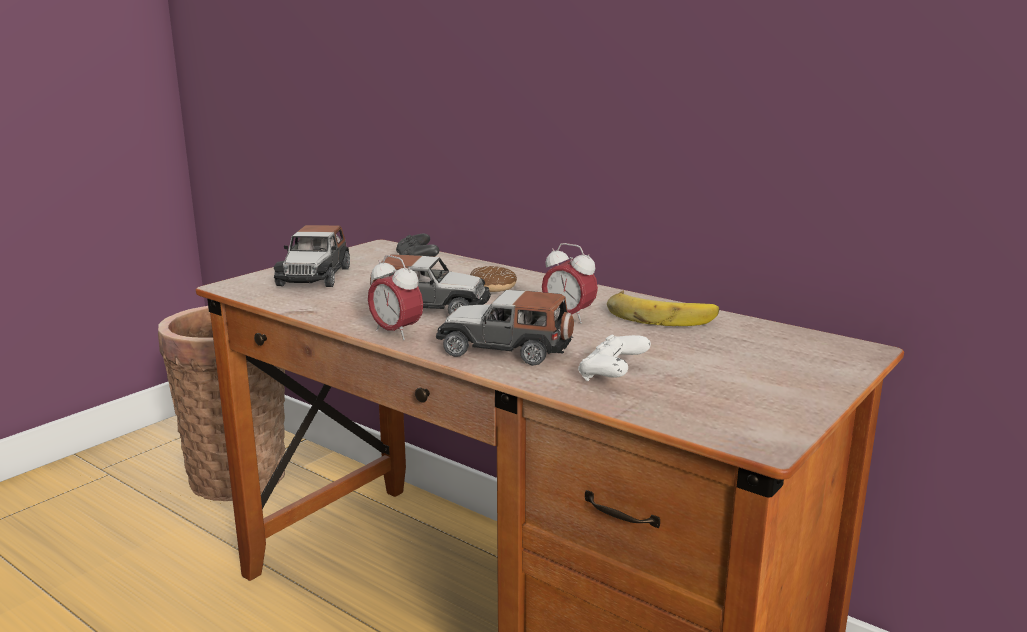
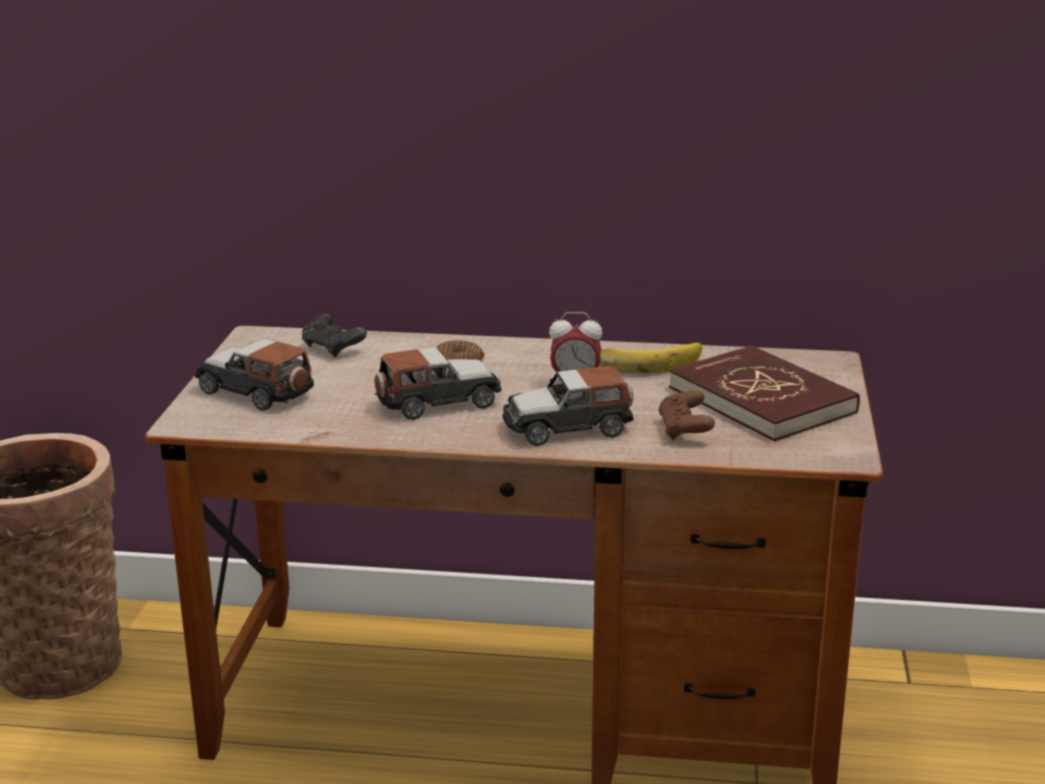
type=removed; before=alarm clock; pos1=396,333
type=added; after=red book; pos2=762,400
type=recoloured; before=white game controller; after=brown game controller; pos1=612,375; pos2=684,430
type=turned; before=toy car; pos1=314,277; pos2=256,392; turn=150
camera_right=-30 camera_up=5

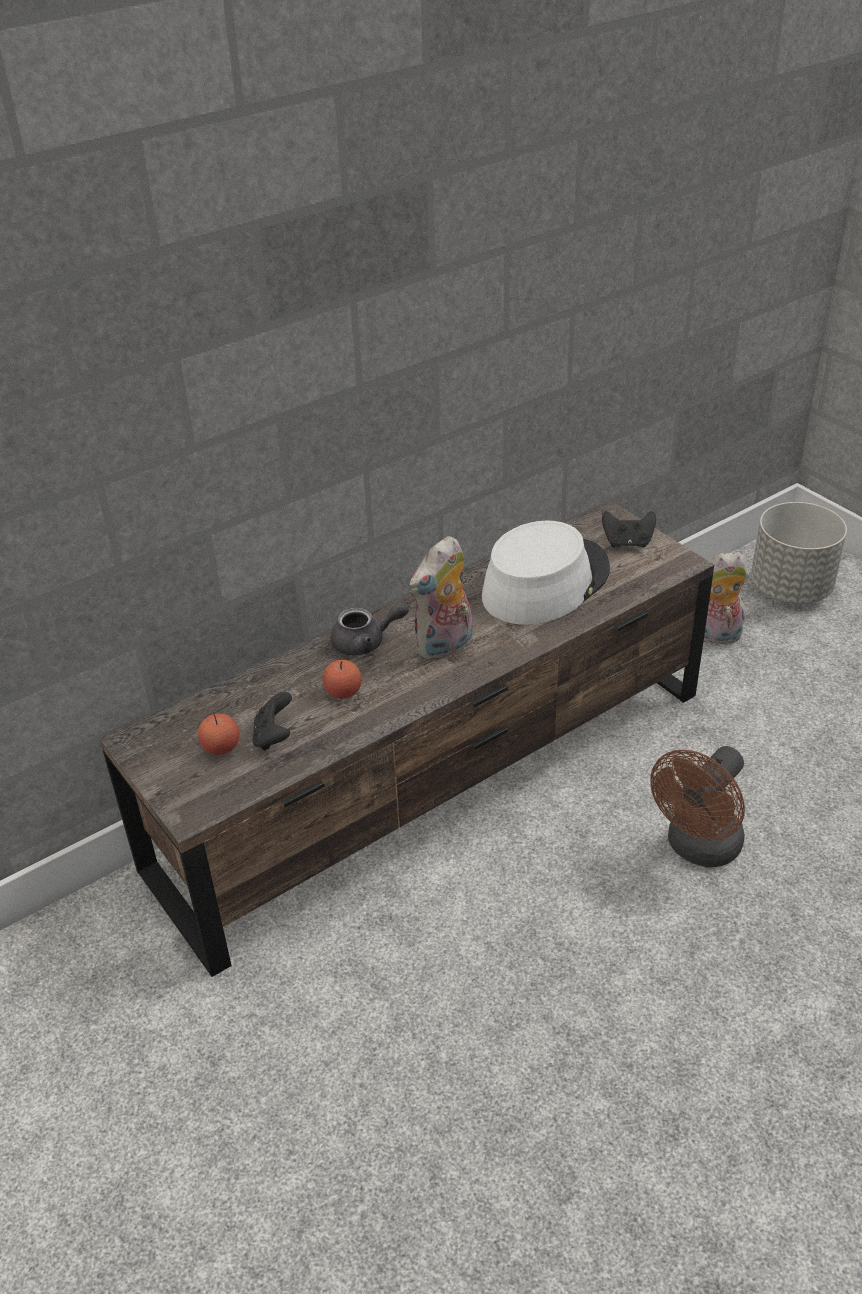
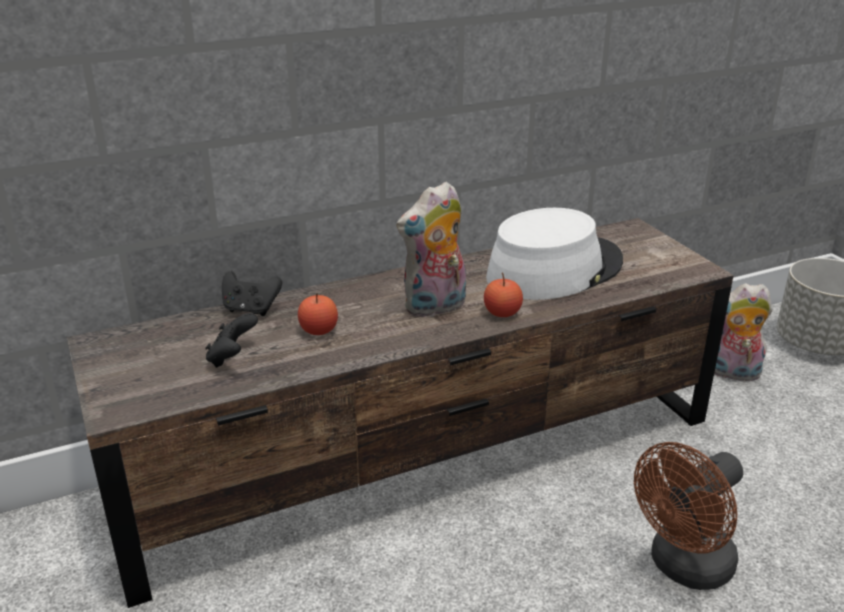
type=removed; before=grey teapot; pos1=366,642
type=moved; before=apple; pos1=221,747; pos2=502,313
type=moved; before=black game controller; pos1=627,543; pos2=251,309
camera_right=10 camera_up=-10

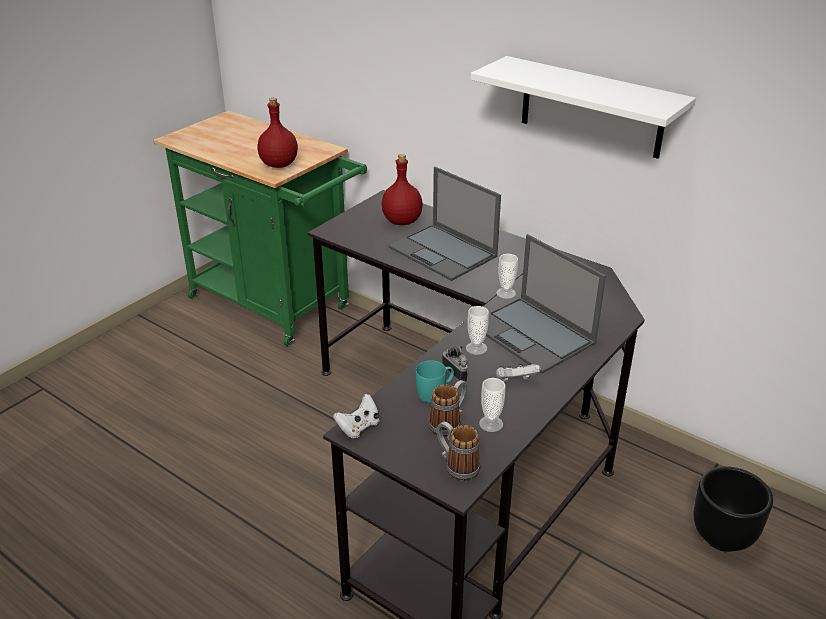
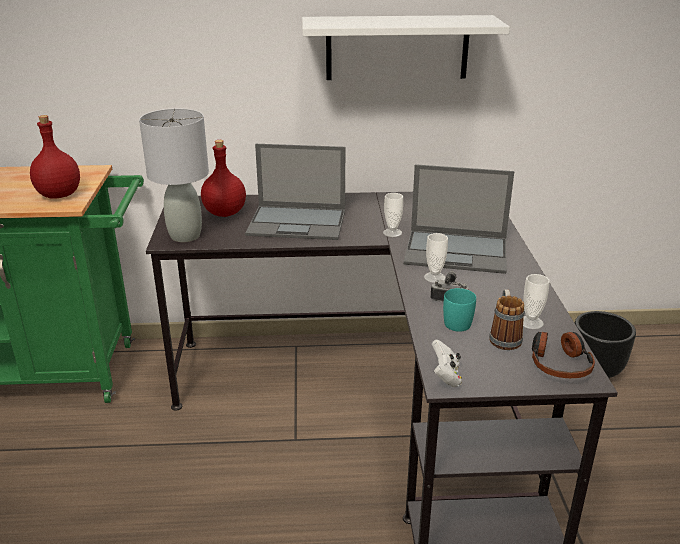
type=removed; before=white game controller; pos1=515,382
type=added; after=grey table lamp; pos2=184,236
type=replaced; before=mug; after=headphones; pos1=456,466; pos2=559,363
camera_right=-40 camera_up=-5

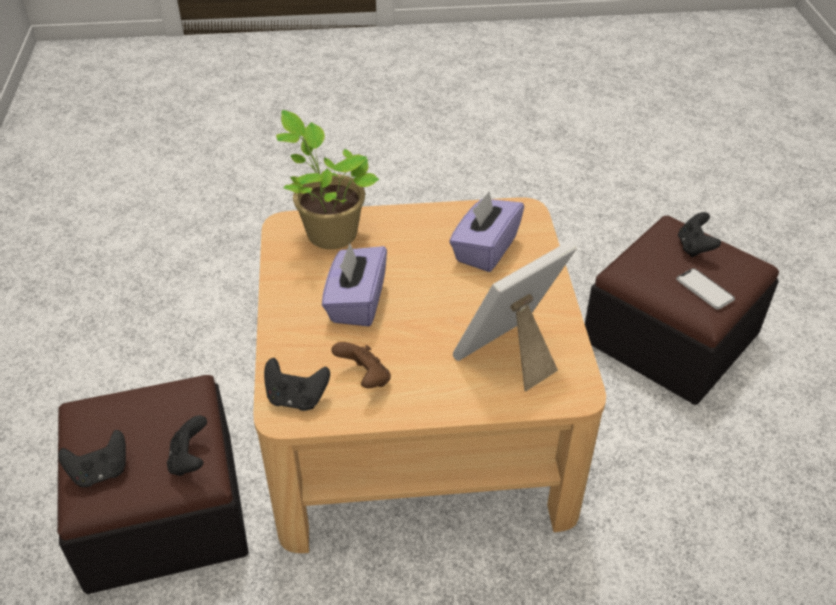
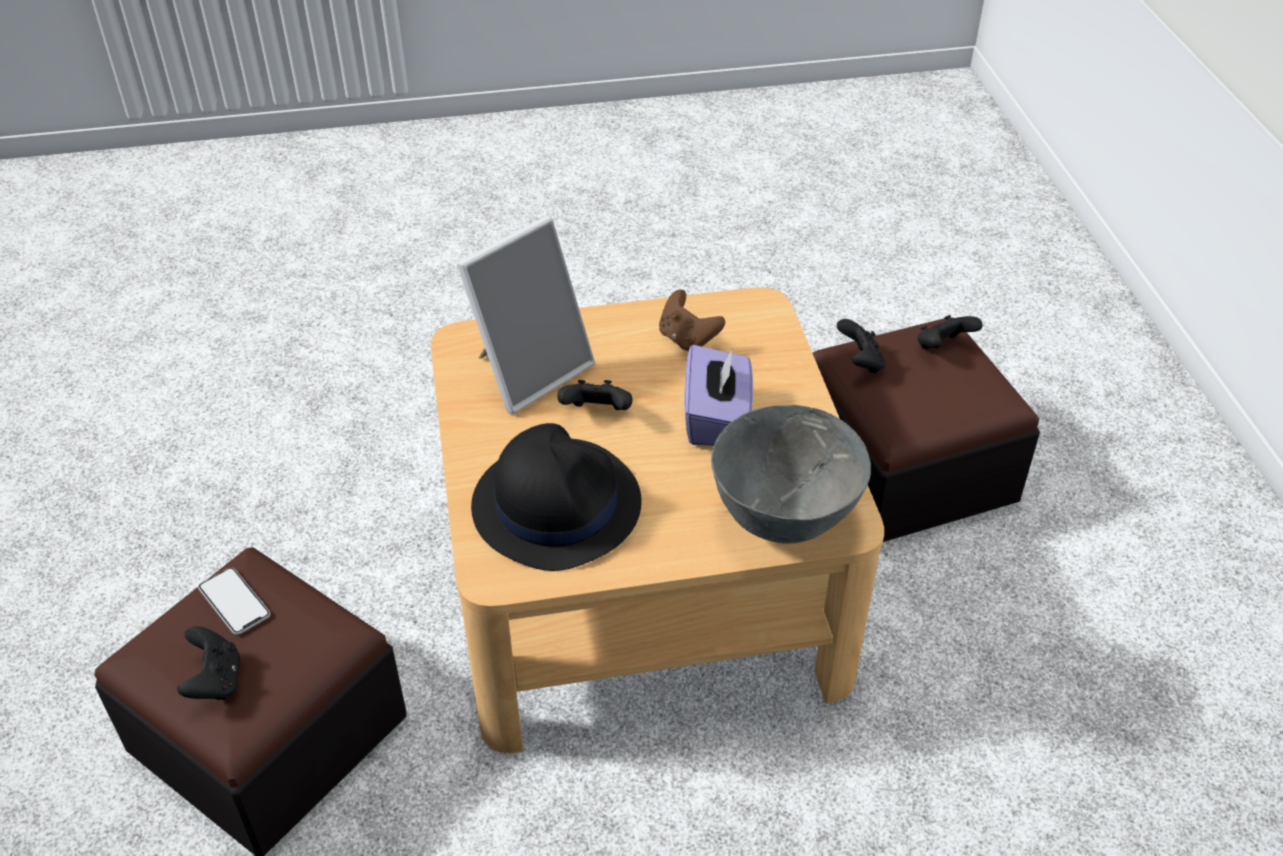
type=moved; before=black game controller; pos1=296,398; pos2=597,413
type=replaced; before=potted plant; after=grey bowl; pos1=329,232; pos2=782,518
type=replaced; before=purple tissue box; after=black hat; pos1=485,249; pos2=556,504
camera_right=175 camera_up=0

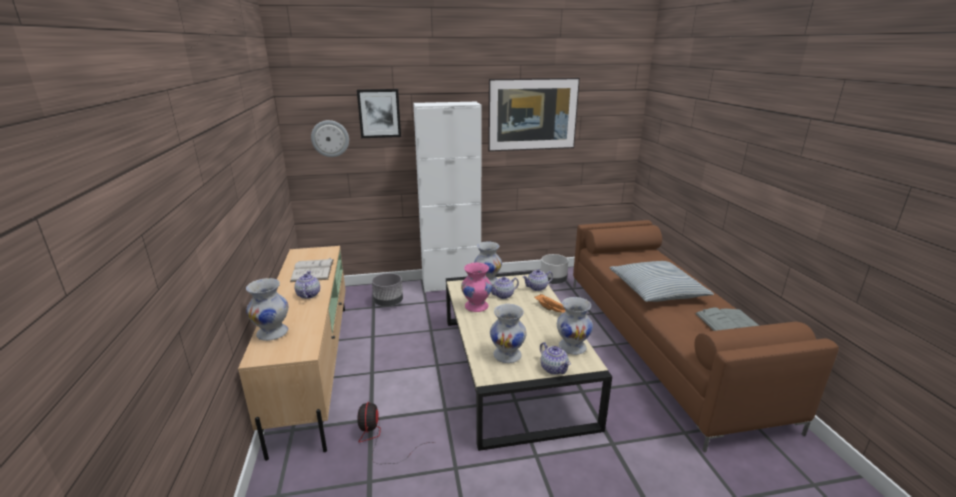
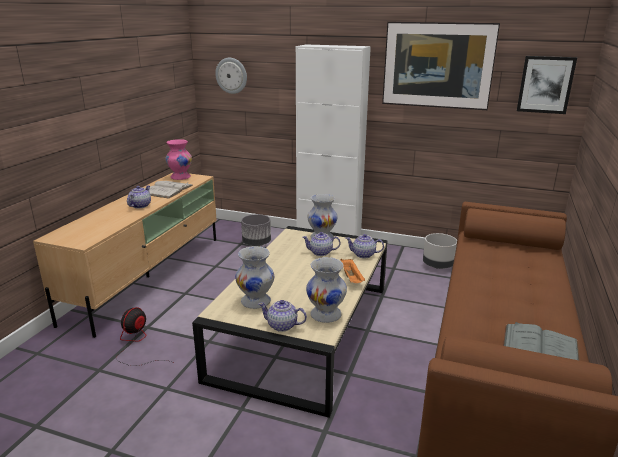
type=removed; before=white vase; pos1=273,333
type=removed; before=pillow; pos1=656,290
type=moved; before=picture; pos1=379,113; pos2=545,84
type=moved; before=pink vase; pos1=477,307; pos2=180,177
type=turned; before=teapot; pos1=553,368; pos2=282,326; turn=105
camera_right=30 camera_up=0

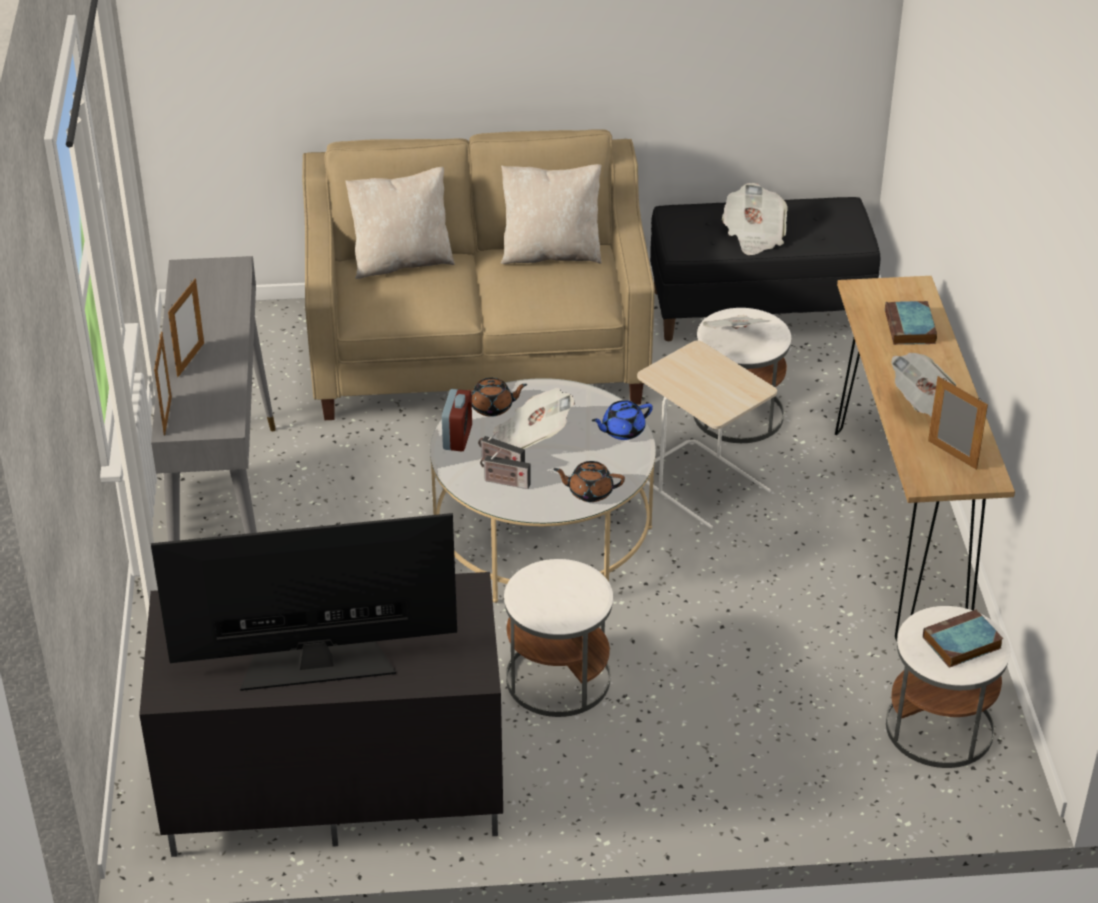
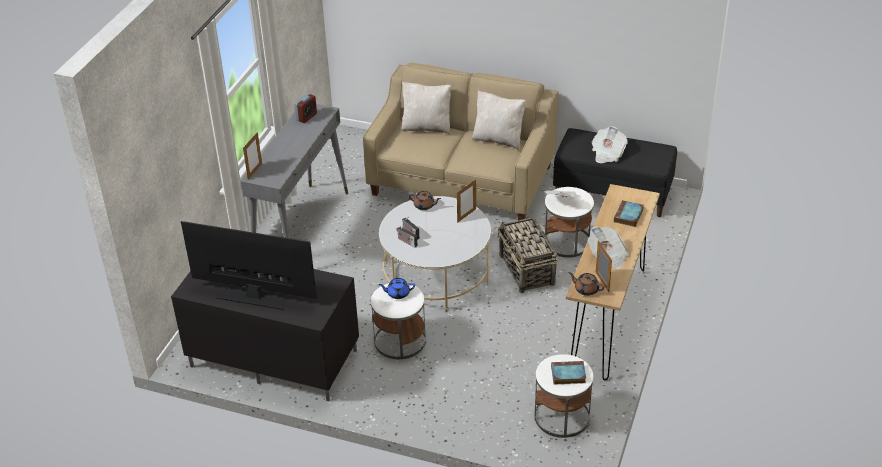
type=removed; before=newspaper; pos1=532,437
type=moved; before=picture frame; pos1=190,359; pos2=466,215
type=moved; before=alarm clock; pos1=457,437; pos2=306,117
type=moved; before=brown teapot; pos1=589,492; pos2=586,289
type=moved; before=blue teapot; pos1=622,431; pos2=397,293
type=replaced; before=beige side table; after=basket; pos1=703,484; pos2=527,270
camera_right=25 camera_up=0

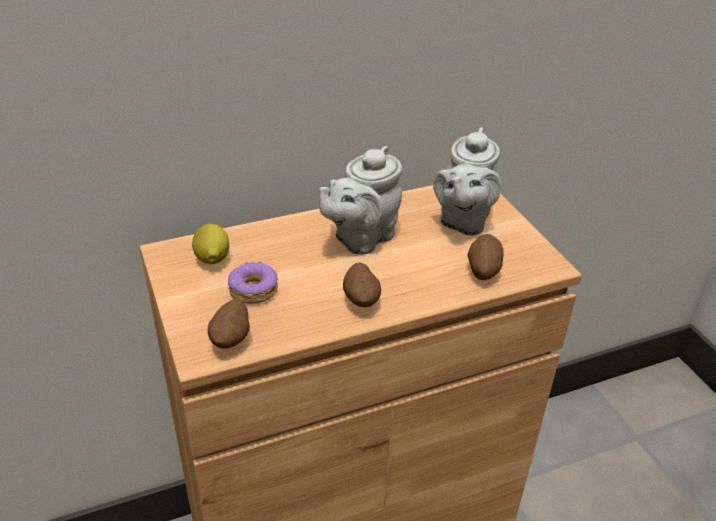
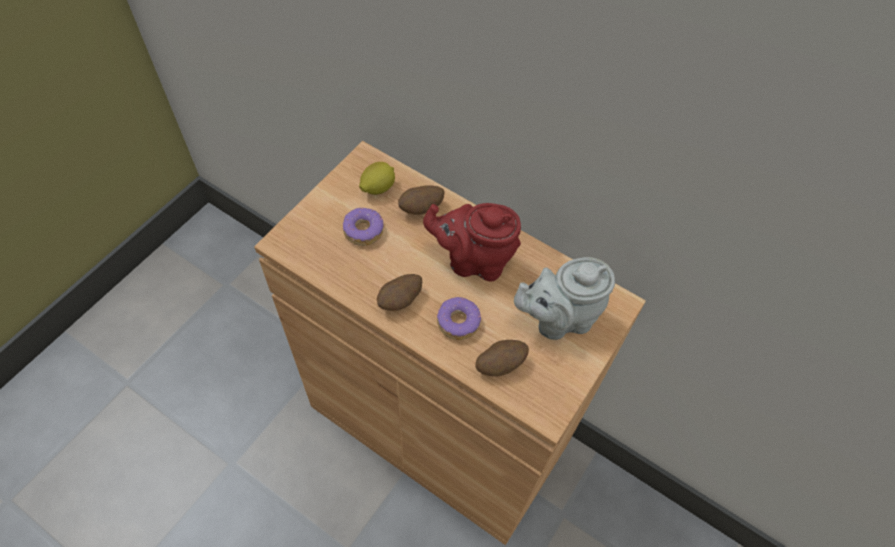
type=added; after=donut; pos2=458,322
type=moved; before=potato; pos1=231,339; pos2=421,209
type=recoloured; before=grey teapot; after=red teapot; pos1=360,238; pos2=473,261
camera_right=55 camera_up=20

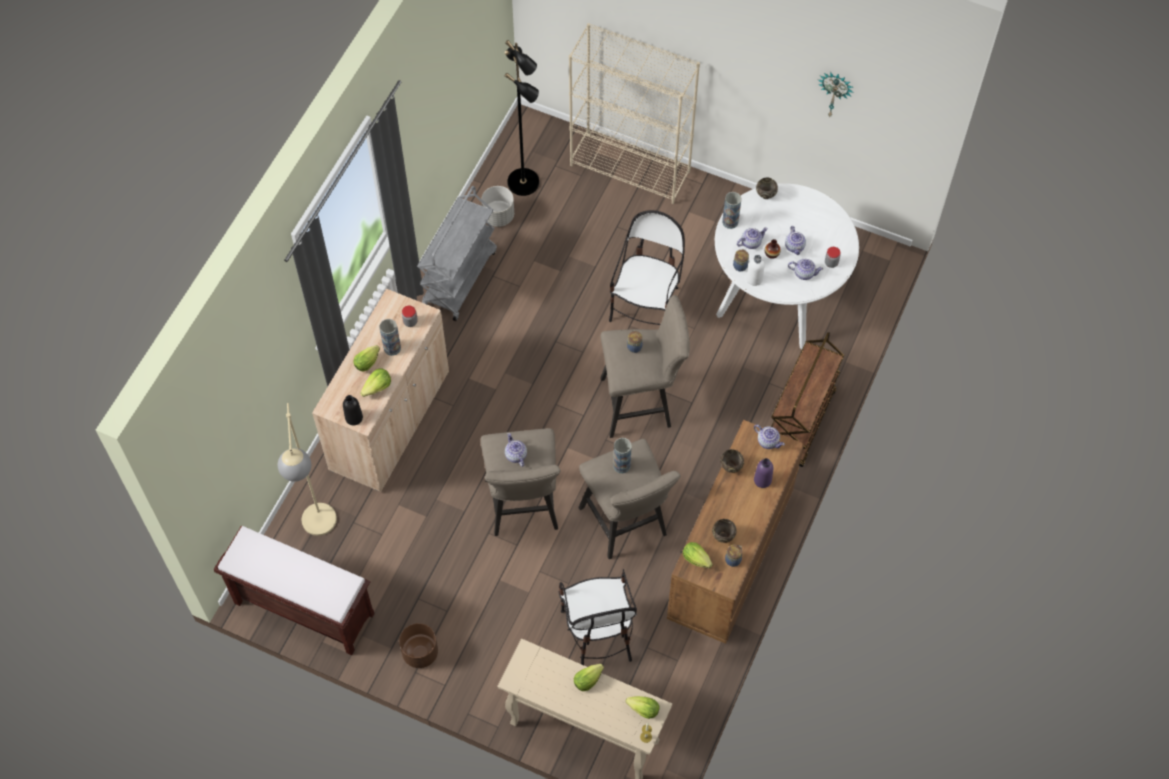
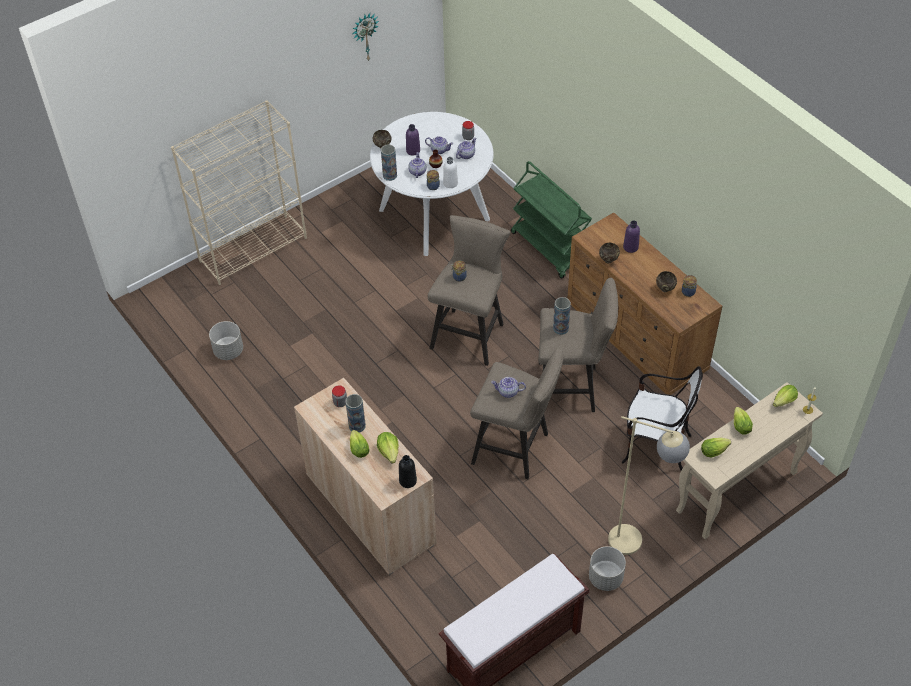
type=removed; before=grey cart; pos1=459,278
type=removed; before=black floor lamp; pos1=524,182
type=removed; before=chair; pos1=646,306
type=removed; before=teapot; pos1=768,441
type=added; after=purple bottle; pos2=413,150
type=moved; before=beige floor lamp; pos1=320,531; pos2=637,543
type=moved; before=lettuce; pos1=698,560; pos2=715,451
type=recoloured; before=brown planter; after=grey planter; pos1=420,652; pos2=605,578
type=recoloured; before=brown cart; after=green cart; pos1=800,423; pos2=550,248
camera_right=-60 camera_up=-10

